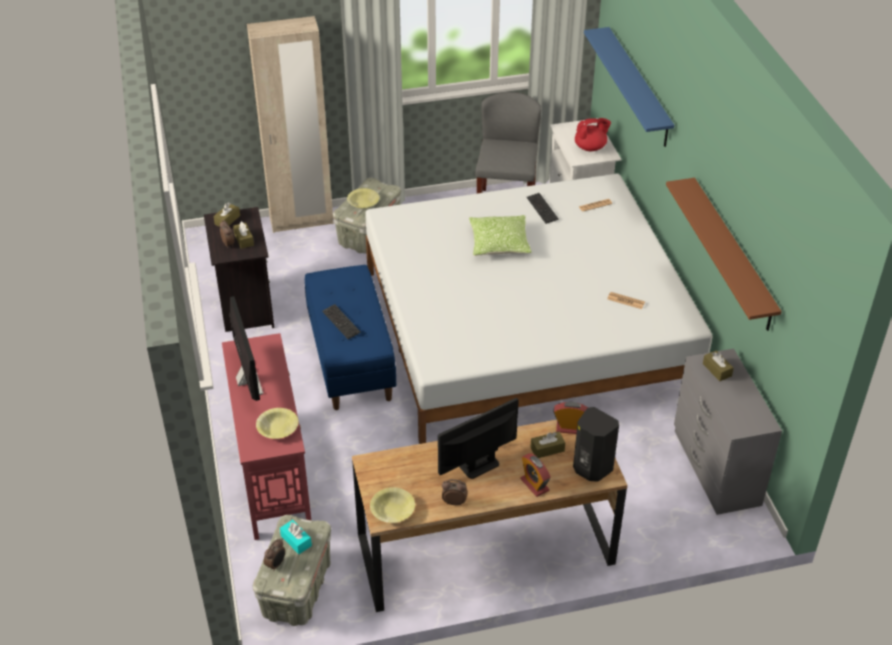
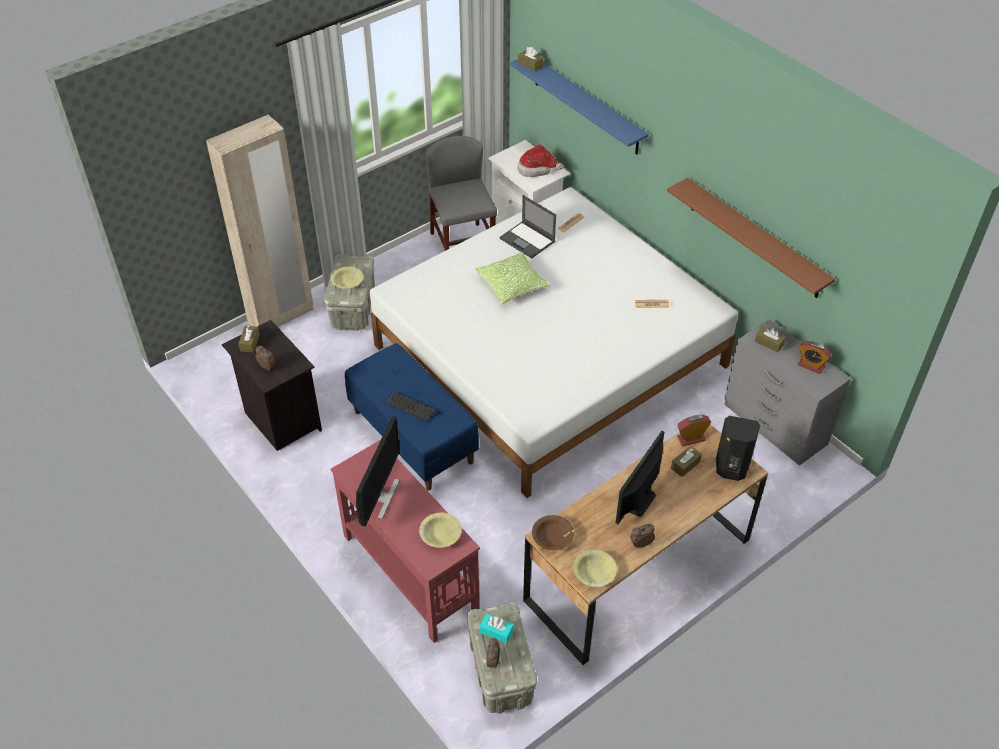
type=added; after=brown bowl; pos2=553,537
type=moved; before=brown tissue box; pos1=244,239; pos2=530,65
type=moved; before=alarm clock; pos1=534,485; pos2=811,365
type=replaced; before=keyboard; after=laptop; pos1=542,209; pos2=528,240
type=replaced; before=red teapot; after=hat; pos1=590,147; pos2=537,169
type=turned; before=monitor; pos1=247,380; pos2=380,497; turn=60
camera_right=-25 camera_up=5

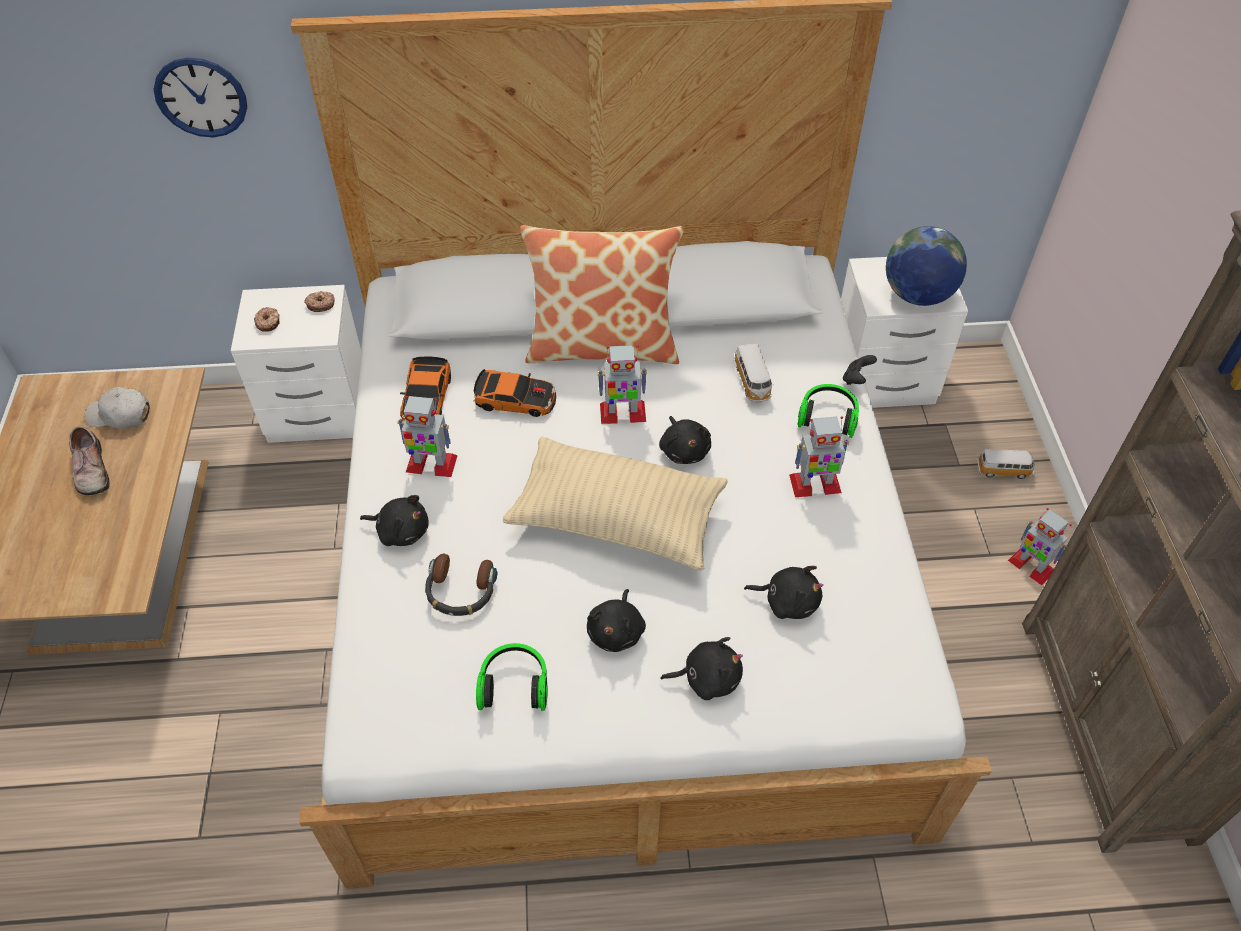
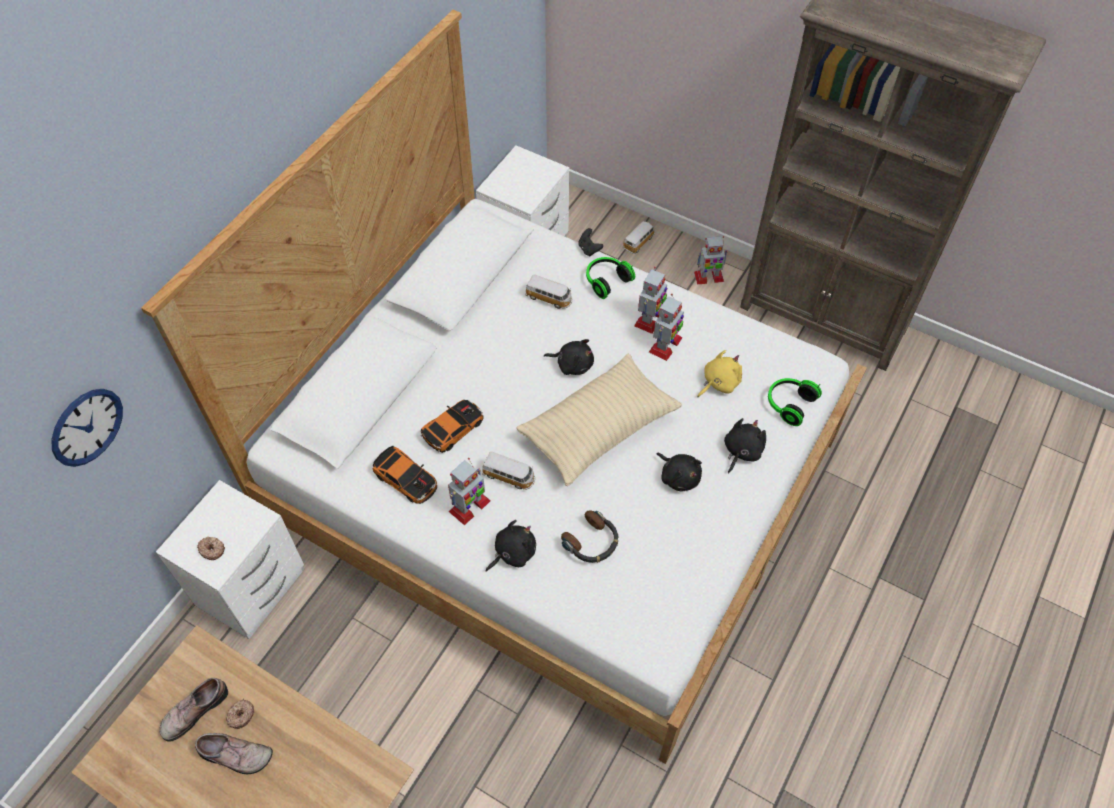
type=removed; before=pillow; pos1=602,345
type=removed; before=globe; pos1=917,295
type=added; after=toy car; pos2=509,476
type=moved; before=donut; pos1=321,304; pos2=241,715
type=moved; before=headphones; pos1=514,684; pos2=788,404
type=moved; before=toy robot; pos1=622,413; pos2=665,345
type=replaced; before=white cap; after=shoe; pos1=120,415; pos2=194,709
type=recoloured; before=black plush toy; after=yellow plush toy; pos1=787,601; pos2=719,383
camera_right=-55 camera_up=5

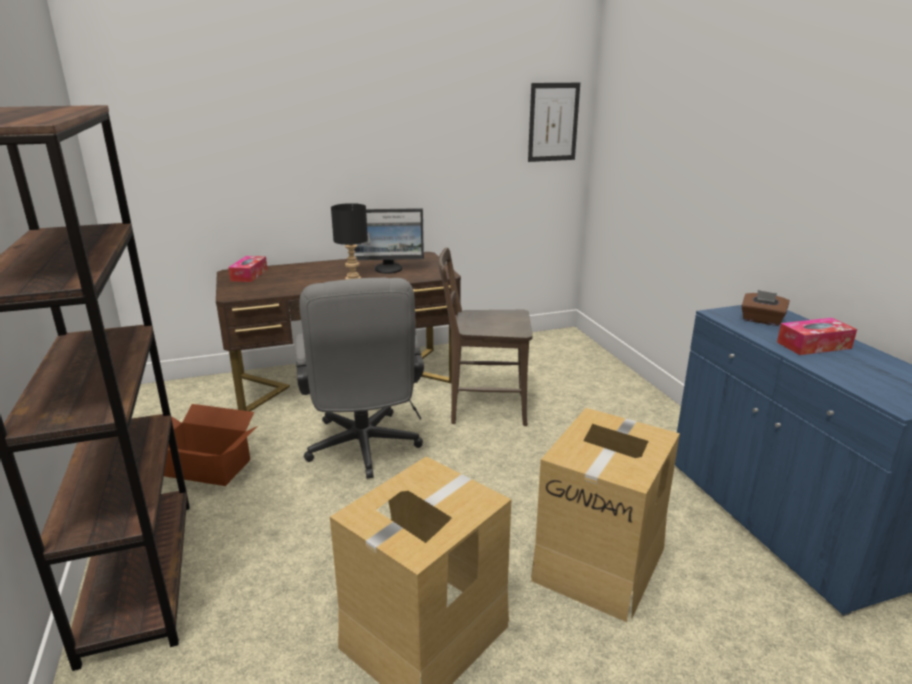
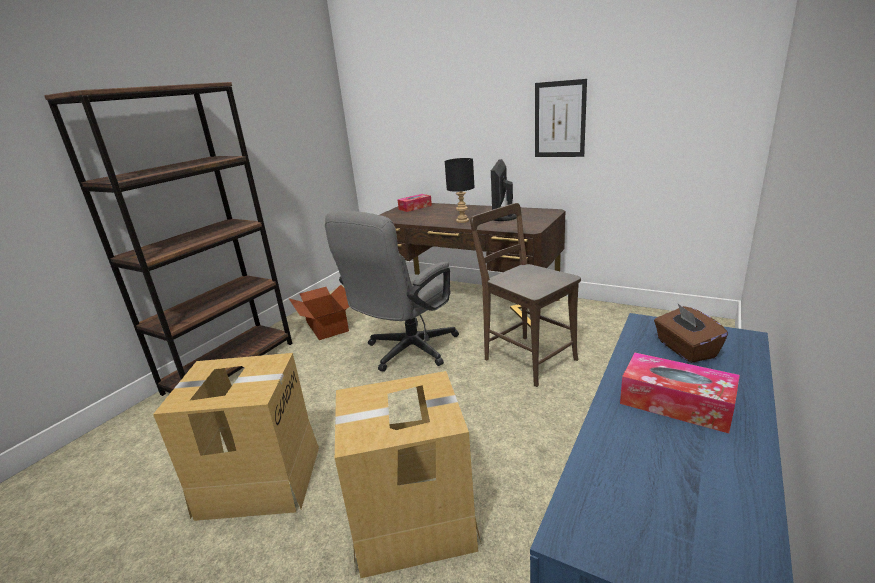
type=moved; before=picture; pos1=553,122; pos2=559,119
type=turned; before=monitor; pos1=389,269; pos2=501,218; turn=60
camera_right=50 camera_up=0

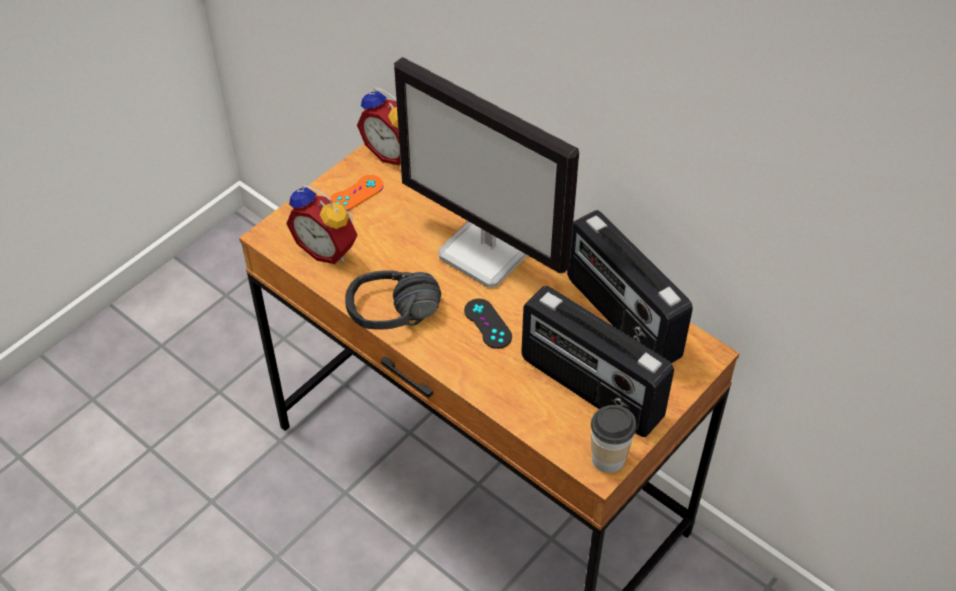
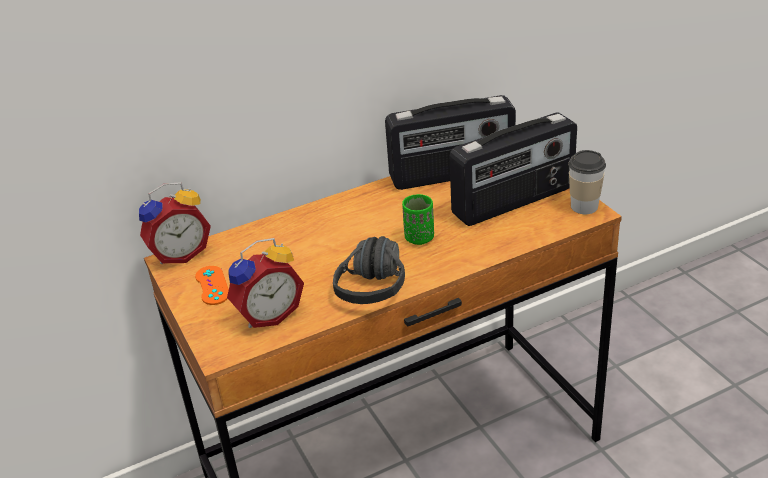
type=removed; before=monitor; pos1=488,252
type=replaced; before=black game controller; after=green cup; pos1=487,324; pos2=419,238
camera_right=-65 camera_up=-15

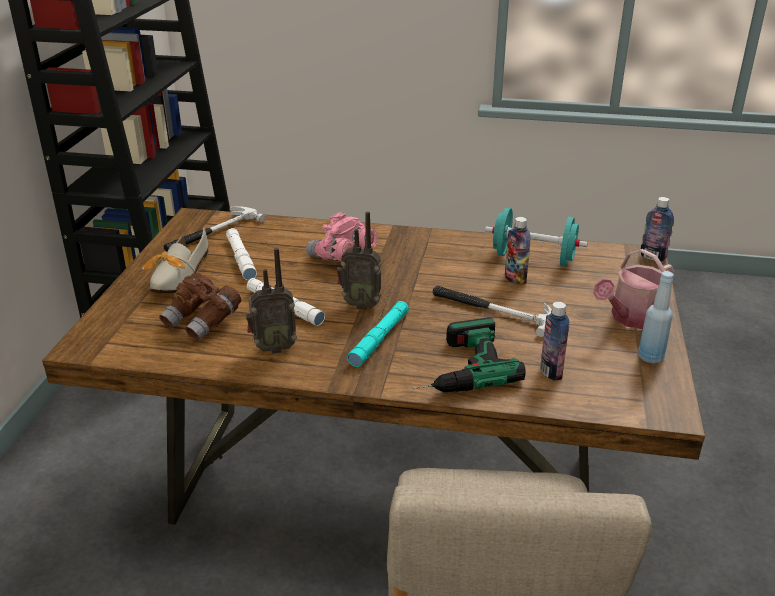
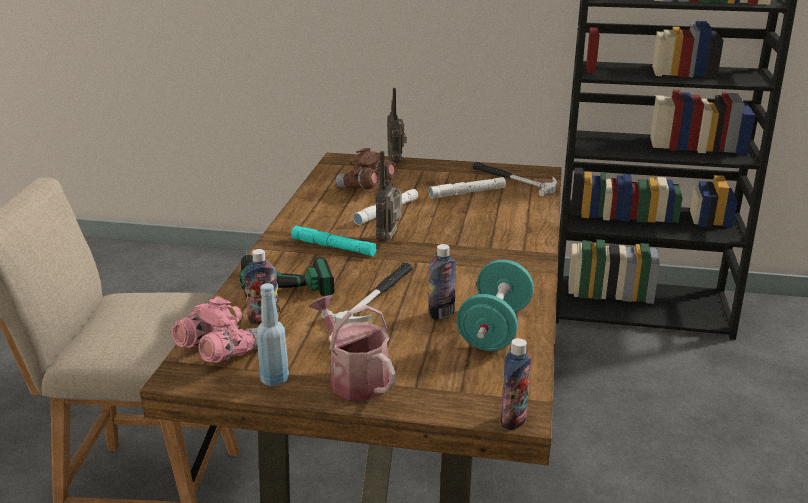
type=removed; before=shoe; pos1=176,278
type=moved; before=radio; pos1=273,348; pos2=396,161
type=moved; before=pink binoculars; pos1=342,257; pos2=220,352
camera_right=90 camera_up=-5

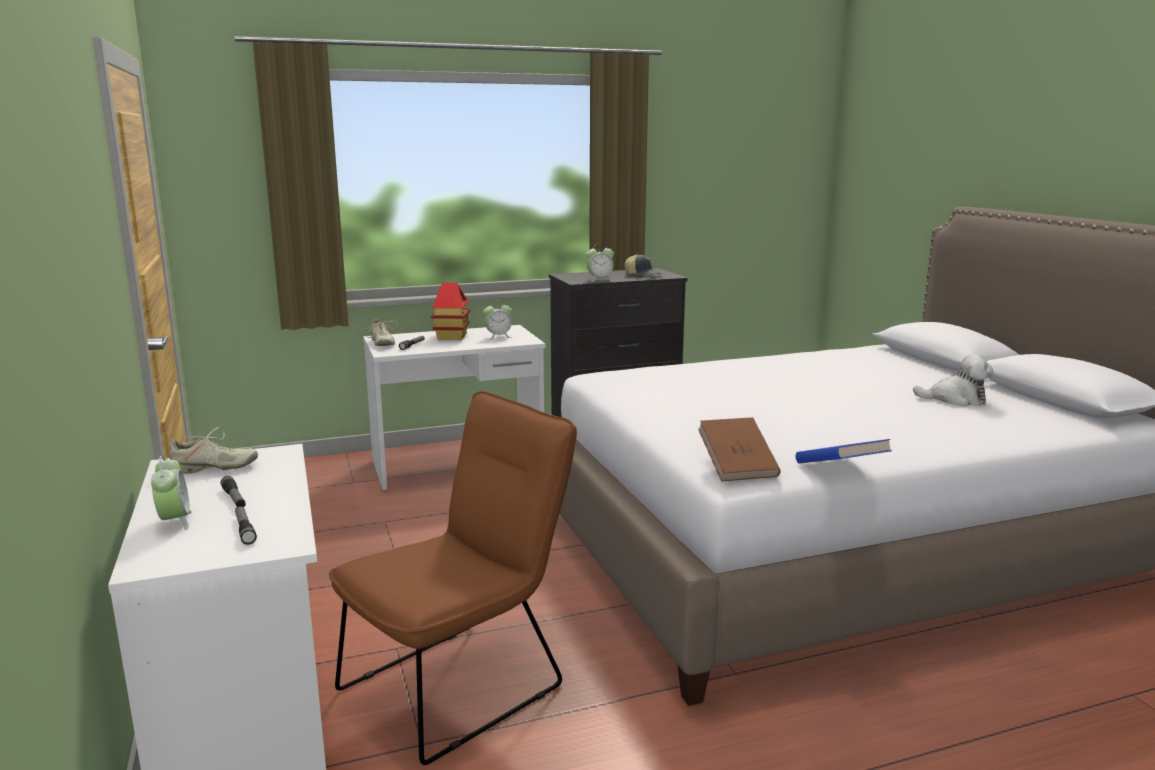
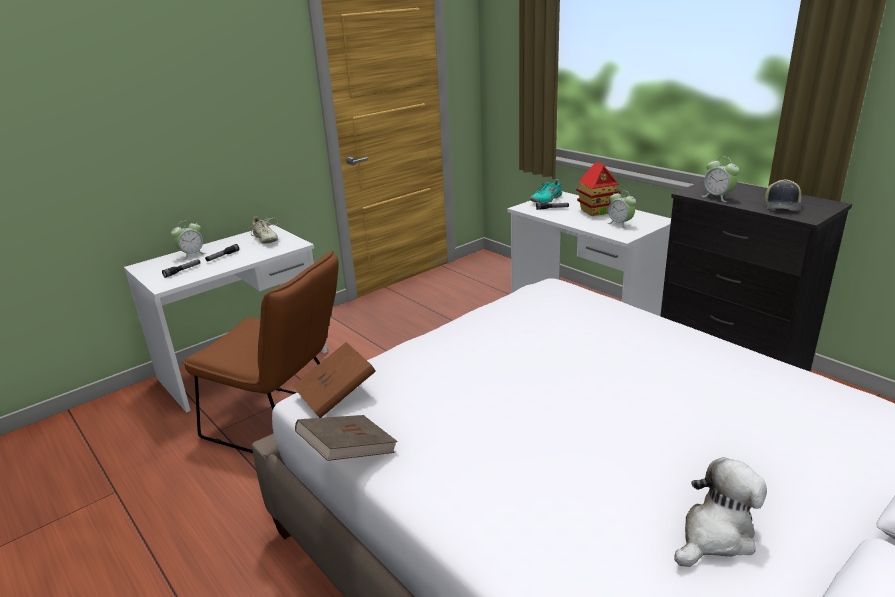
type=recoloured; before=beige shoe; after=turquoise shoe; pos1=381,343; pos2=546,199
type=recoloured; before=blue book; after=brown book; pos1=840,471; pos2=348,453
type=turned; before=plush toy; pos1=955,399; pos2=715,535; turn=-120
camera_right=70 camera_up=10

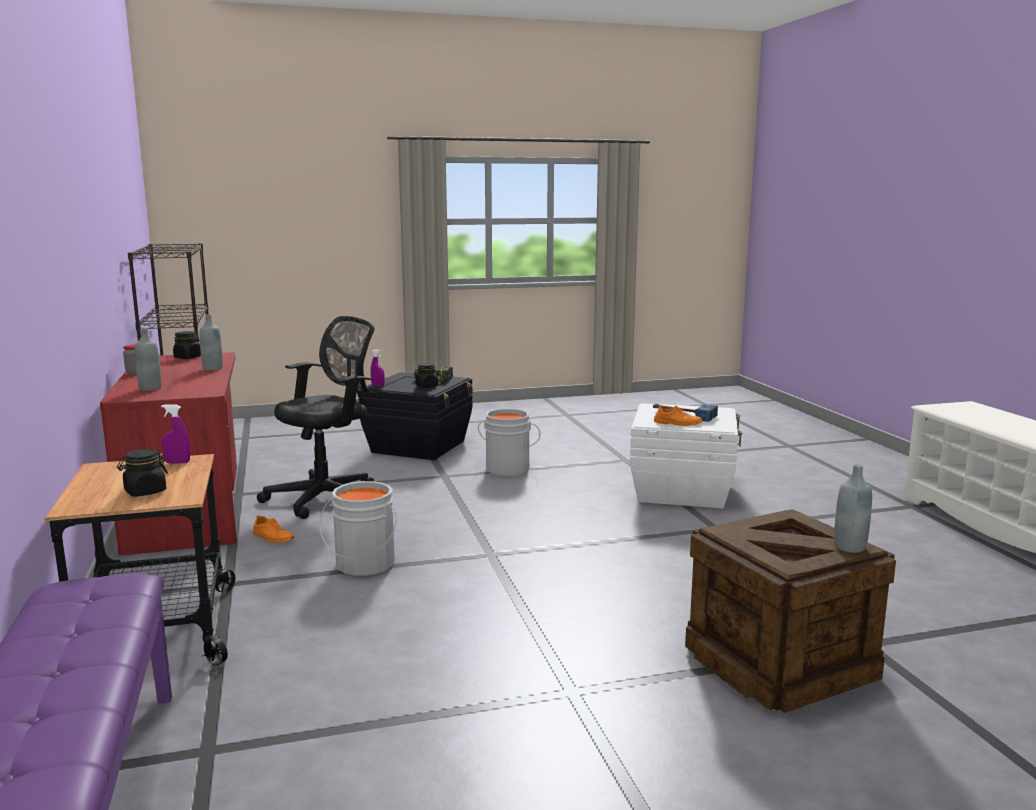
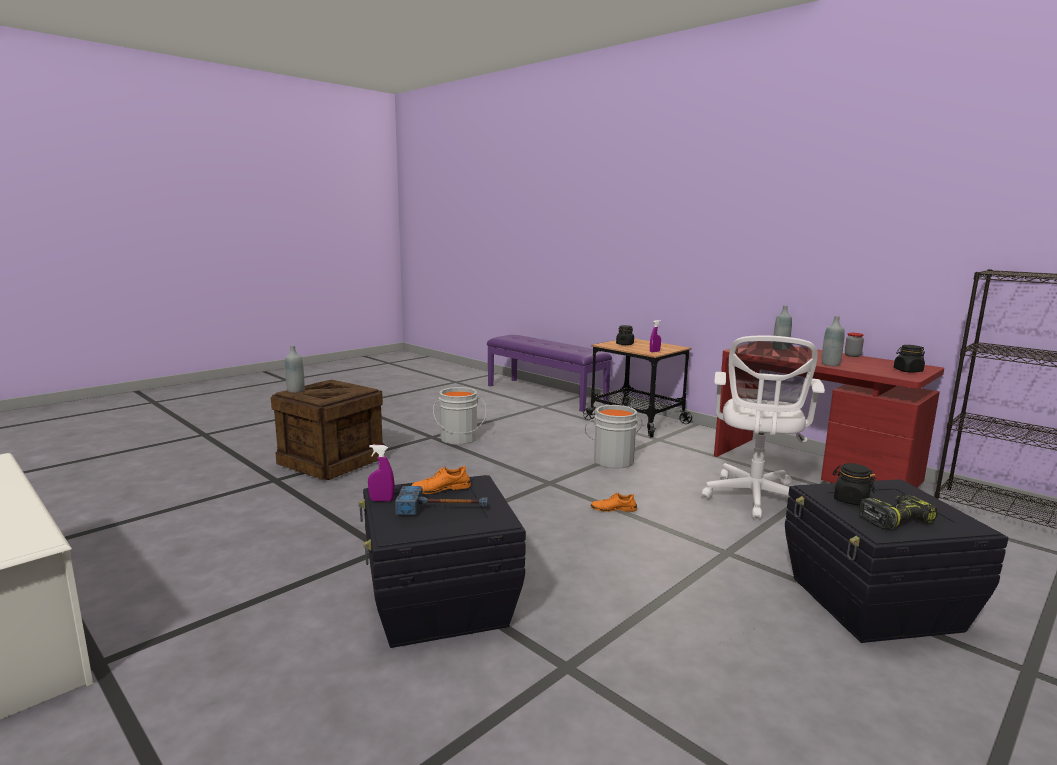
type=moved; before=orange shoe; pos1=273,537; pos2=613,509
type=moved; before=purple spray bottle; pos1=377,385; pos2=381,500
type=moved; before=grey bucket; pos1=508,468; pos2=459,439
type=recoloured; before=black office chair; after=white office chair; pos1=327,498; pos2=754,498
type=recoloured; before=white storage box; after=black storage box; pos1=682,491; pos2=440,605
camera_right=150 camera_up=0

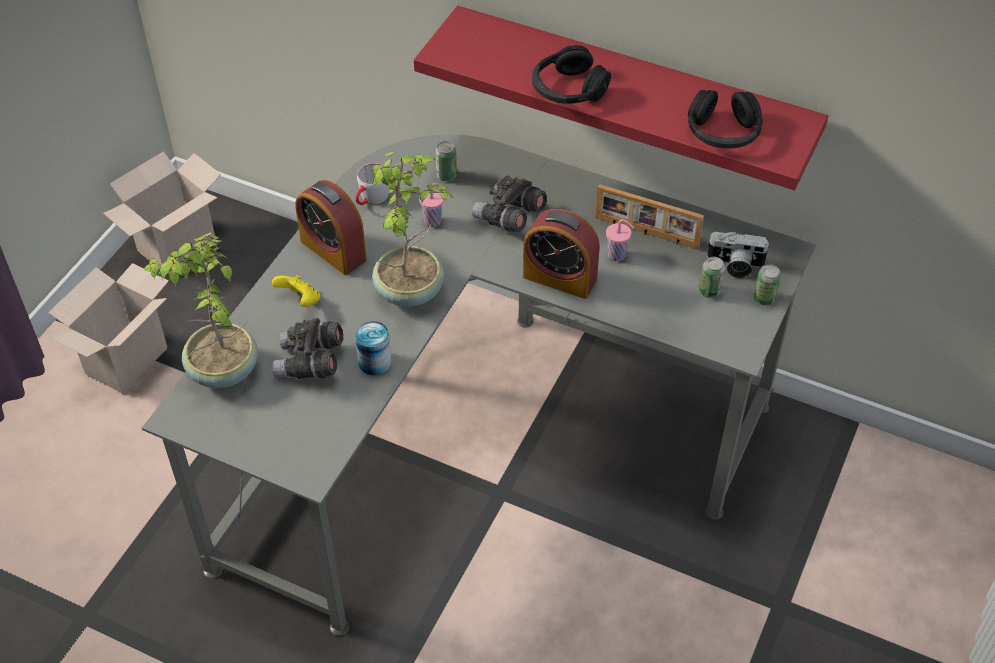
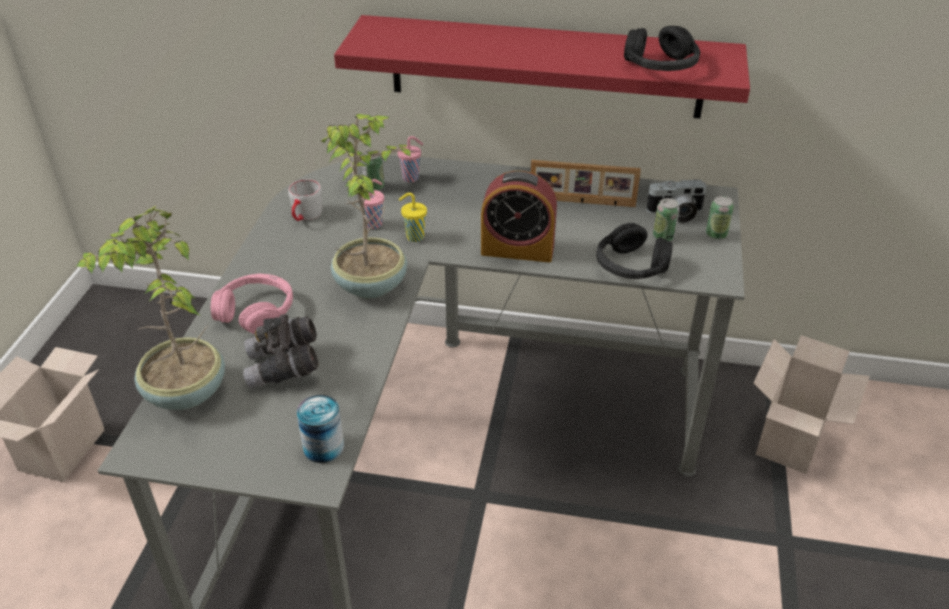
type=removed; before=alarm clock; pos1=333,250
type=removed; before=grey binoculars; pos1=509,217
type=added; after=yellow cup; pos2=414,237
type=moved; before=cardboard box; pos1=176,248; pos2=791,443
type=moved; before=can; pos1=374,362; pos2=323,447
type=moved; before=black headphones; pos1=568,89; pos2=631,266
type=moved; before=pink cup; pos1=617,255; pos2=411,178
type=replaced; before=yellow game controller; after=pink headphones; pos1=300,300; pos2=256,312
camera_right=-15 camera_up=-10

